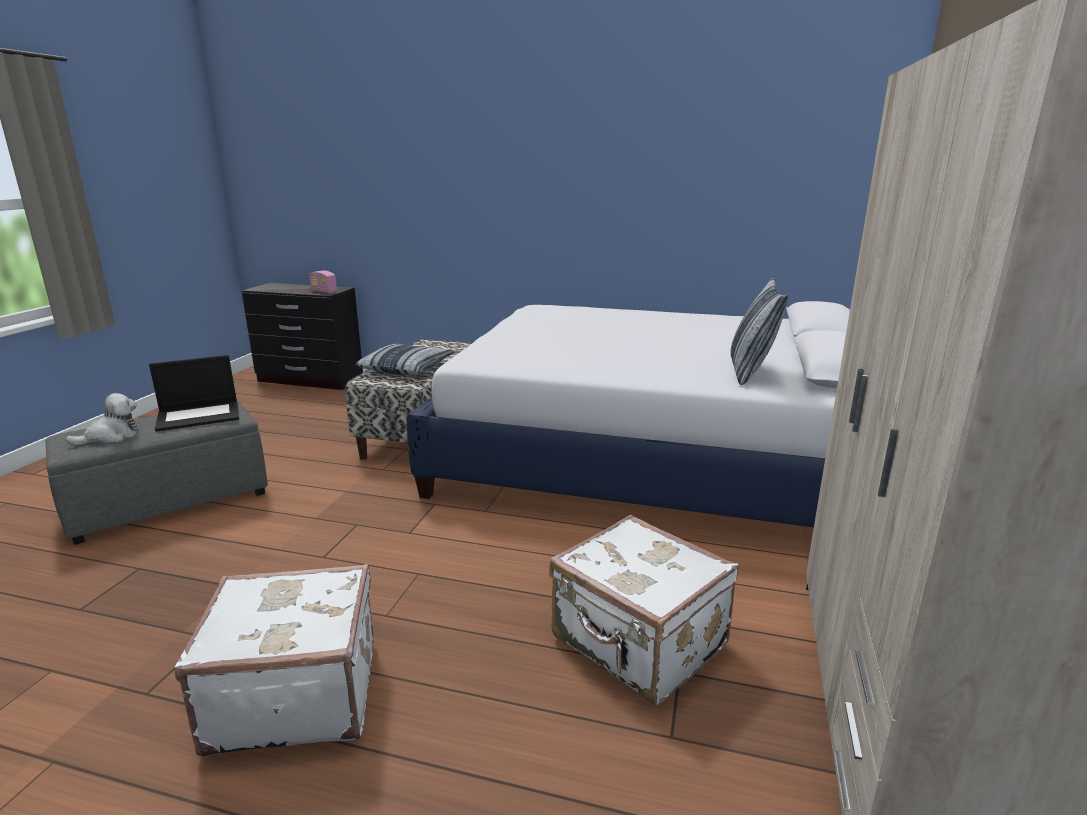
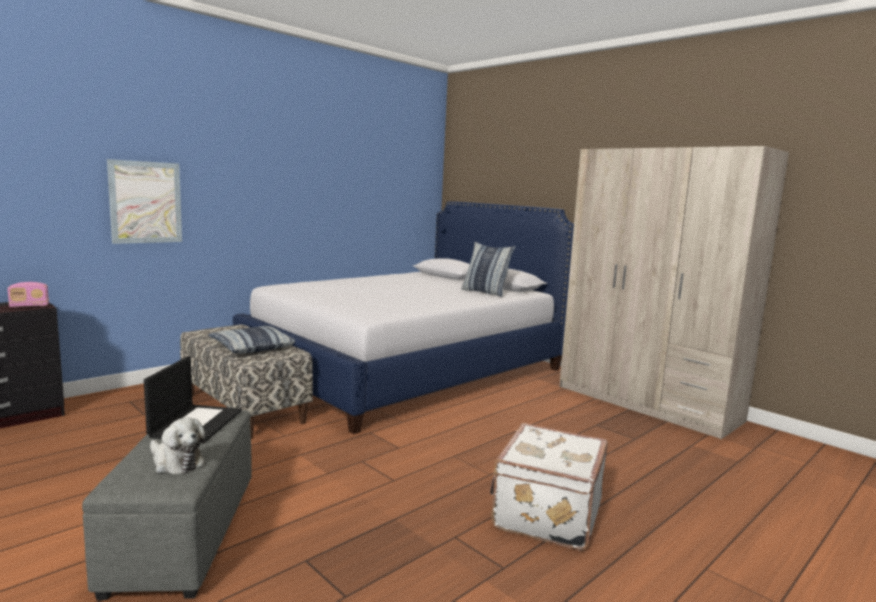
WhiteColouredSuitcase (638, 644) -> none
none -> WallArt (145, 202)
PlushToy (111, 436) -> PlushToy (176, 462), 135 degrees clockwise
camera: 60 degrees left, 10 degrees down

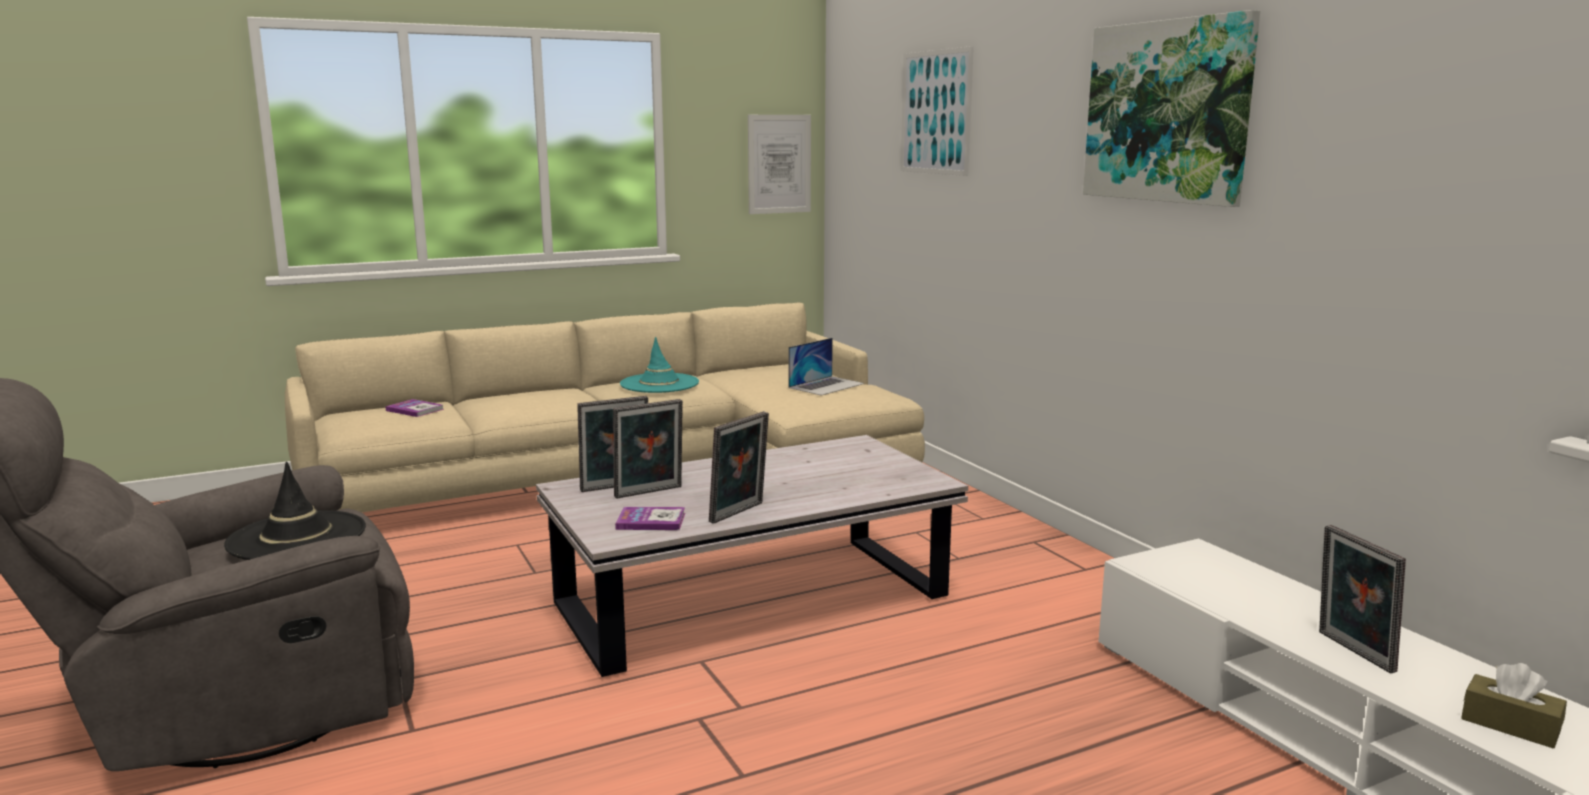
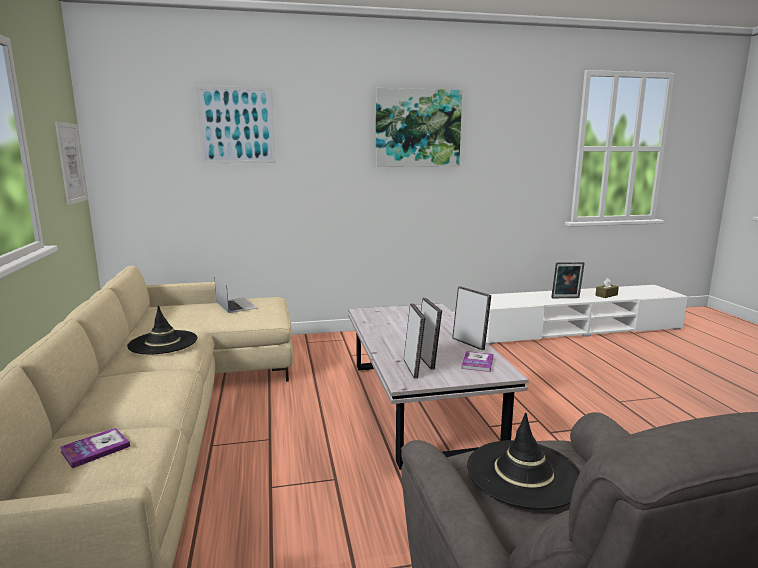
TurquoiseColouredHat (659, 384) -> BlackishHat (163, 342)
camera: 75 degrees left, 0 degrees up

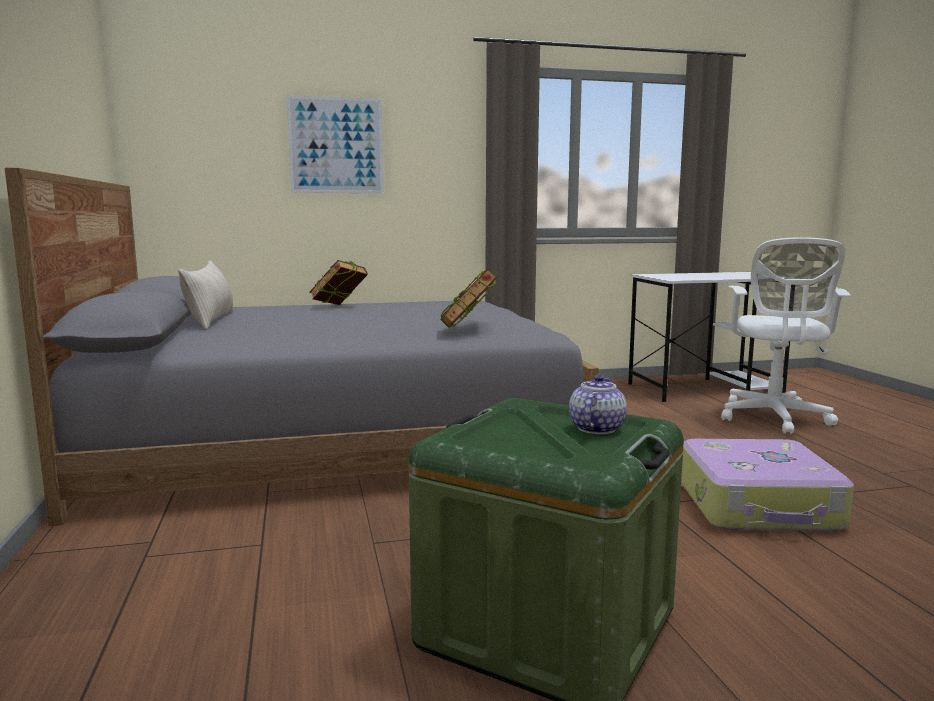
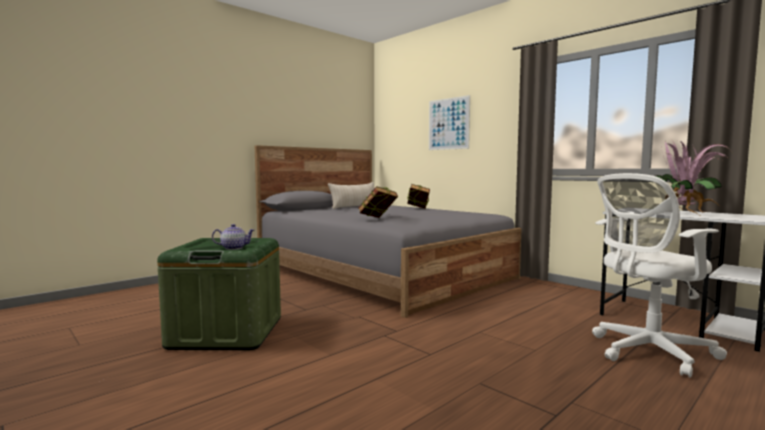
Suitcase (758, 505) -> none
none -> Houseplant (683, 213)
camera: 60 degrees right, 5 degrees down

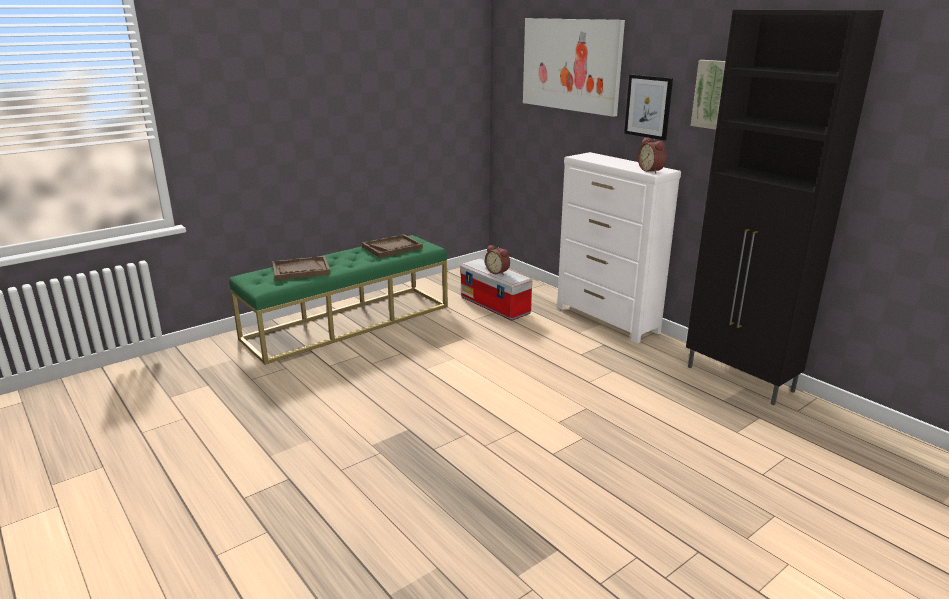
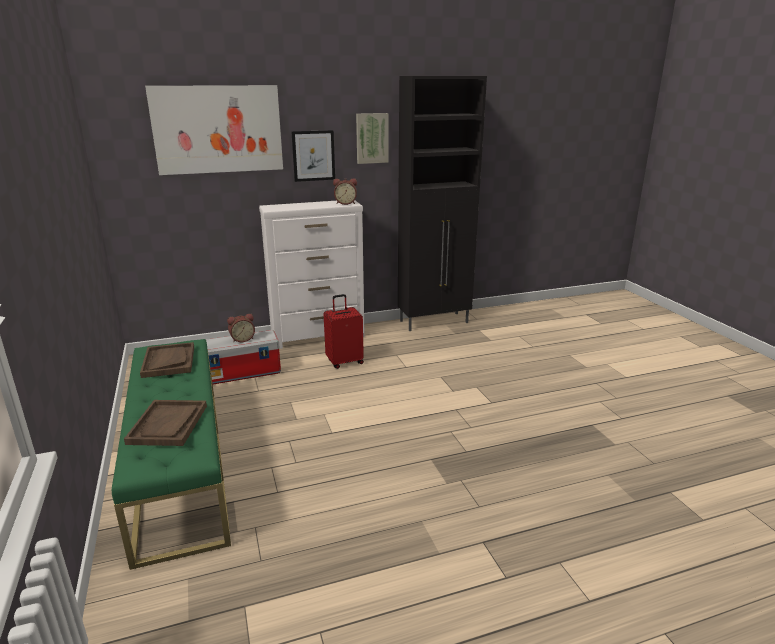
none -> ReddishSuitcase (344, 362)
camera: 70 degrees left, 0 degrees up

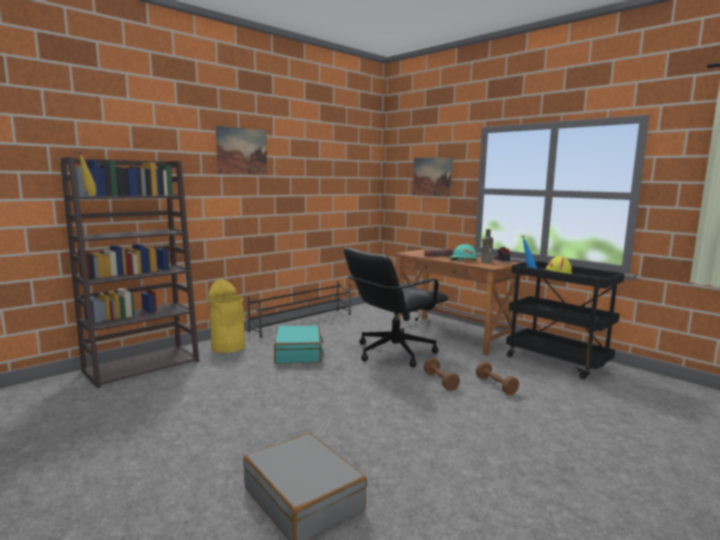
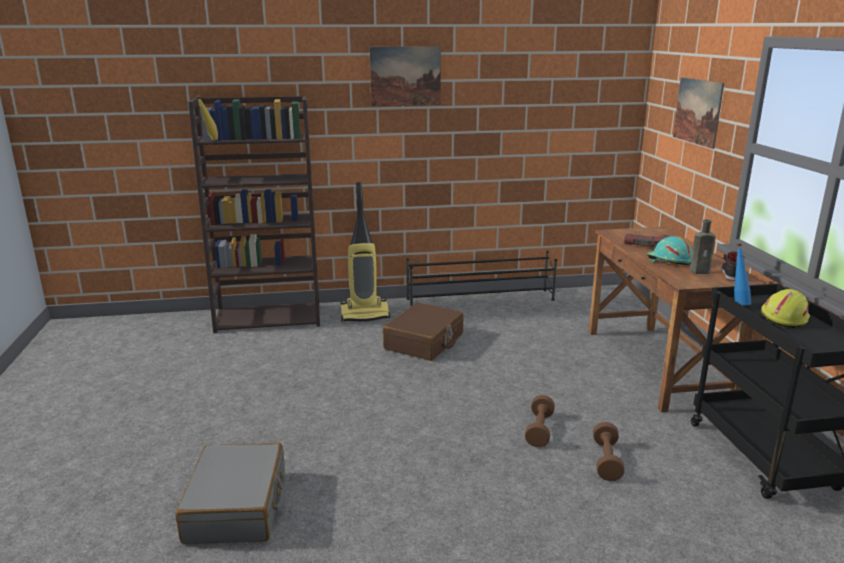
BlackishDeskChair (393, 352) -> none
YellowColouredWasteBin (228, 347) -> Hoover (365, 314)
TurquoiseColouredSuitcase (298, 353) -> BrownishSuitcase (424, 342)
camera: 35 degrees right, 10 degrees up

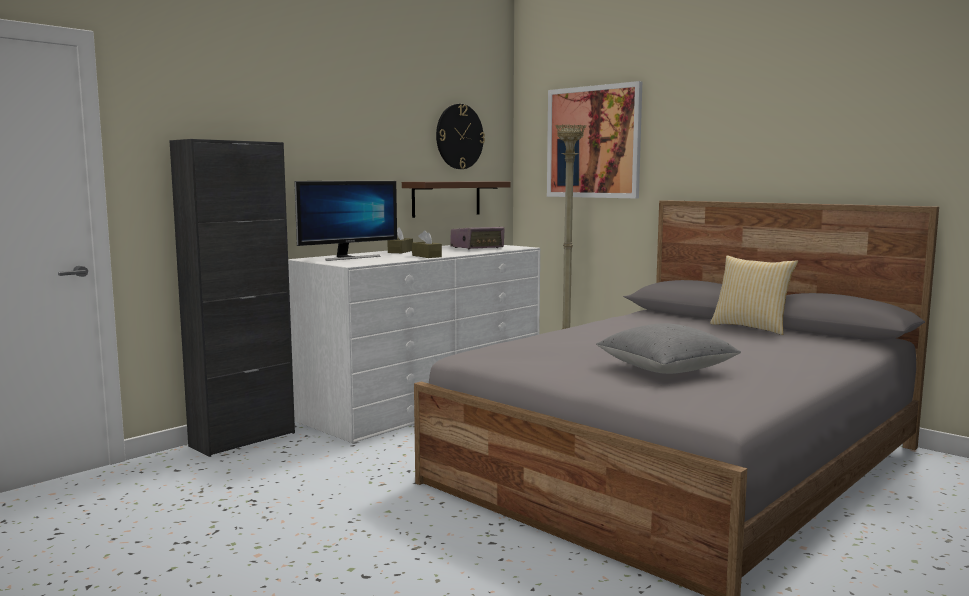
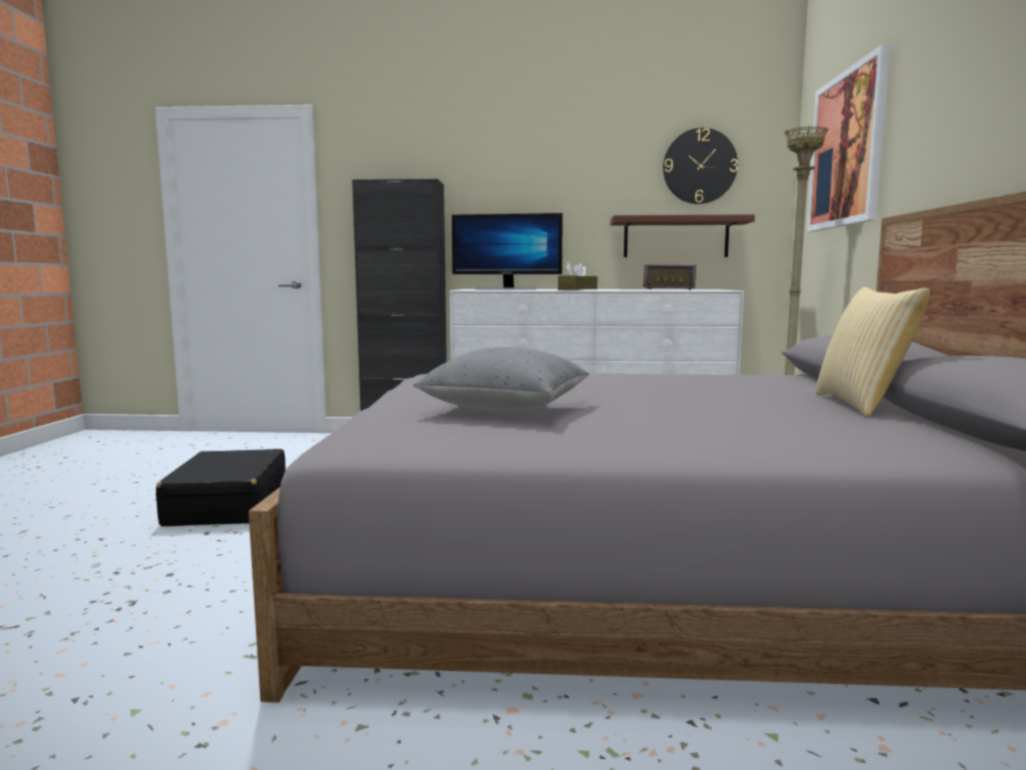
none -> BlackishSuitcase (227, 505)
camera: 50 degrees right, 0 degrees up

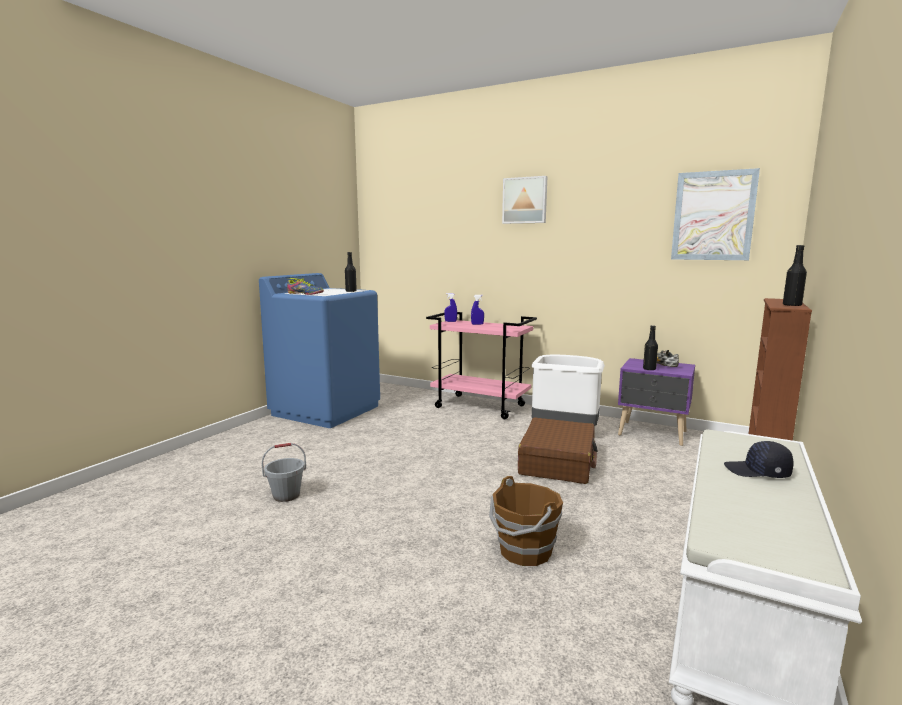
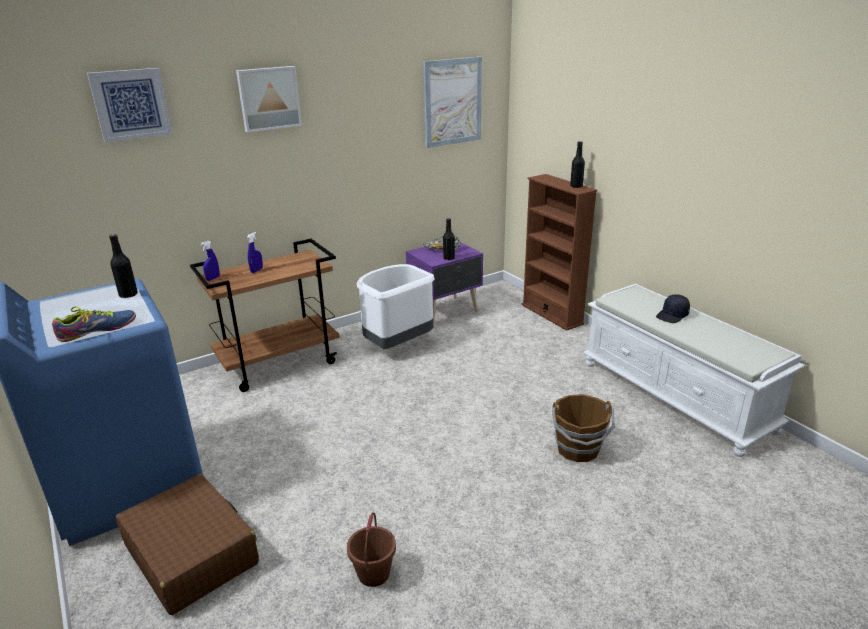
none -> WallArt (131, 104)
BrownishSuitcase (557, 462) -> BrownishSuitcase (191, 554), relocated
GrayPail (286, 495) -> BrownishPail (373, 573)
PinkishTrolley (481, 406) -> BrownishTrolley (280, 363)
camera: 60 degrees left, 15 degrees up

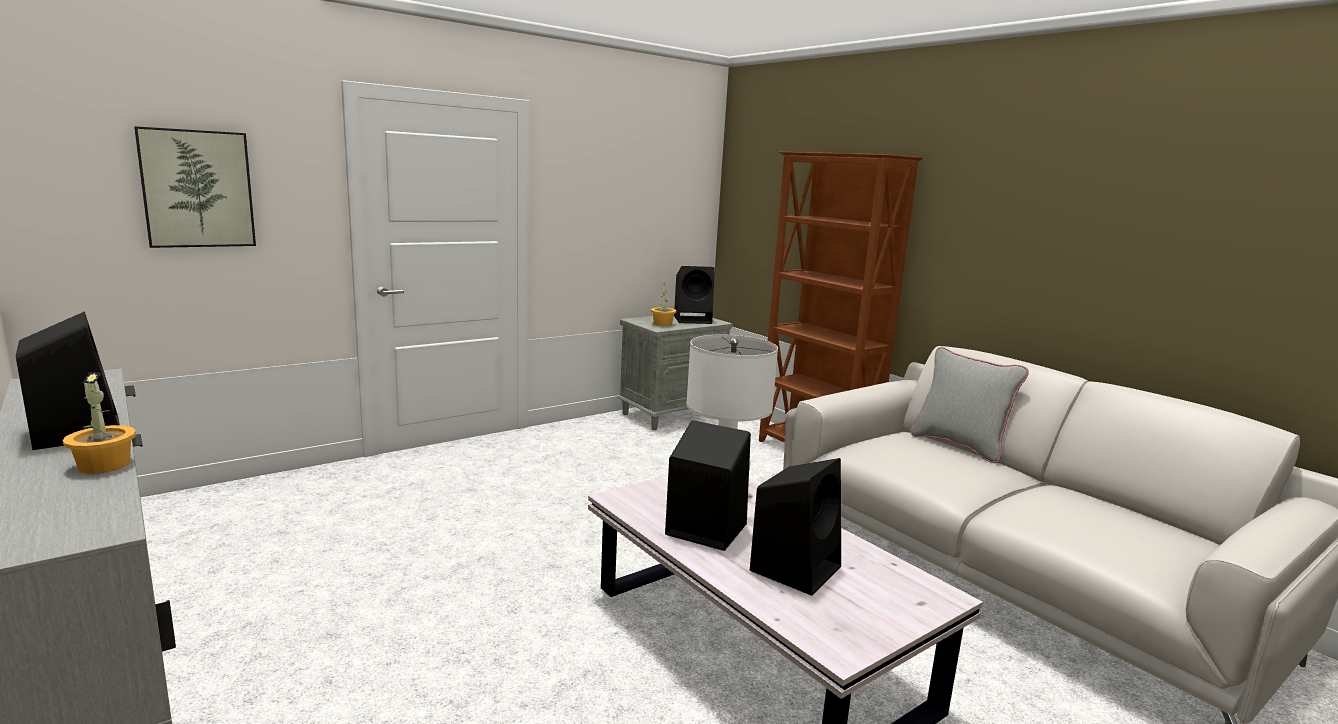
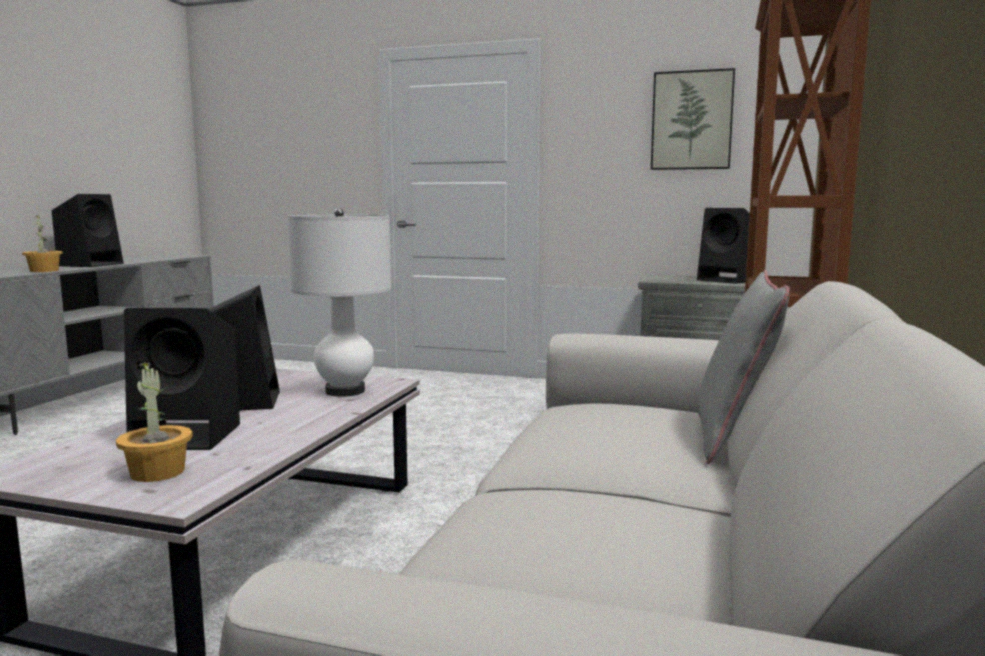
WallArt (197, 189) -> WallArt (692, 120), relocated
Houseplant (663, 324) -> Houseplant (157, 473), relocated
camera: 55 degrees right, 5 degrees down

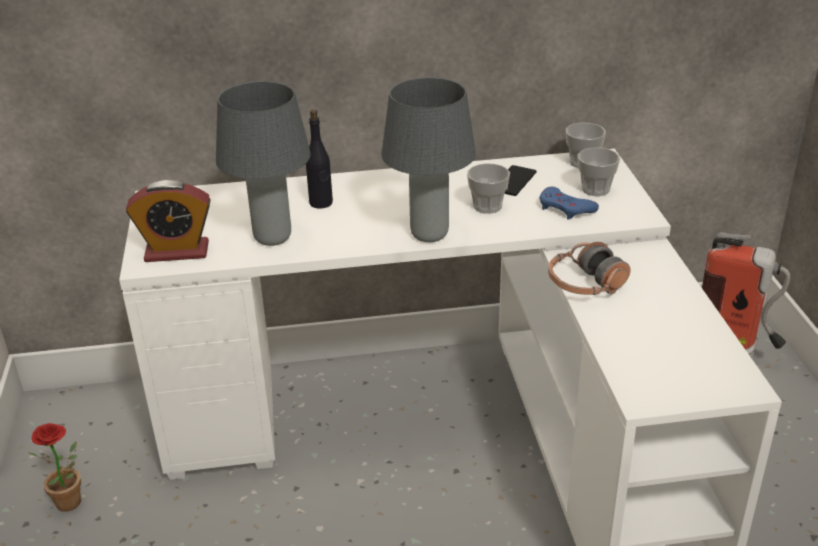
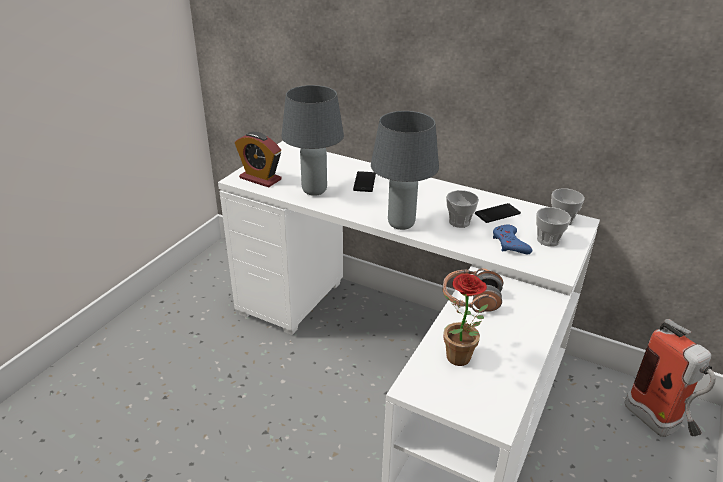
Houseplant (73, 504) -> Houseplant (461, 361), relocated
BlackishBottle (321, 203) -> Handset (364, 182)
camera: 35 degrees right, 0 degrees up

